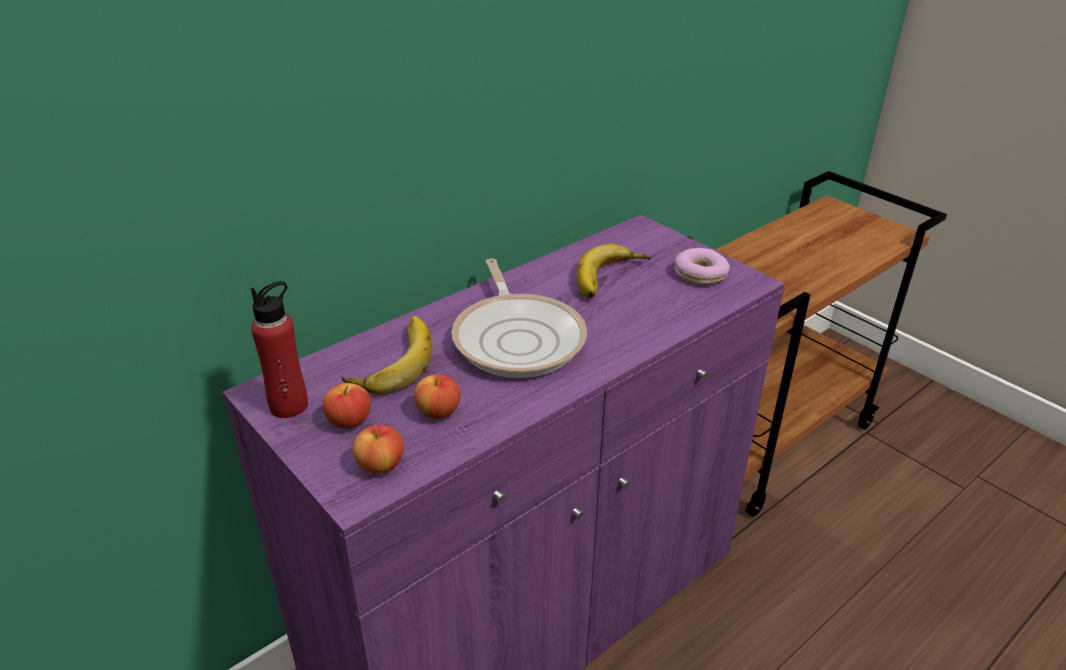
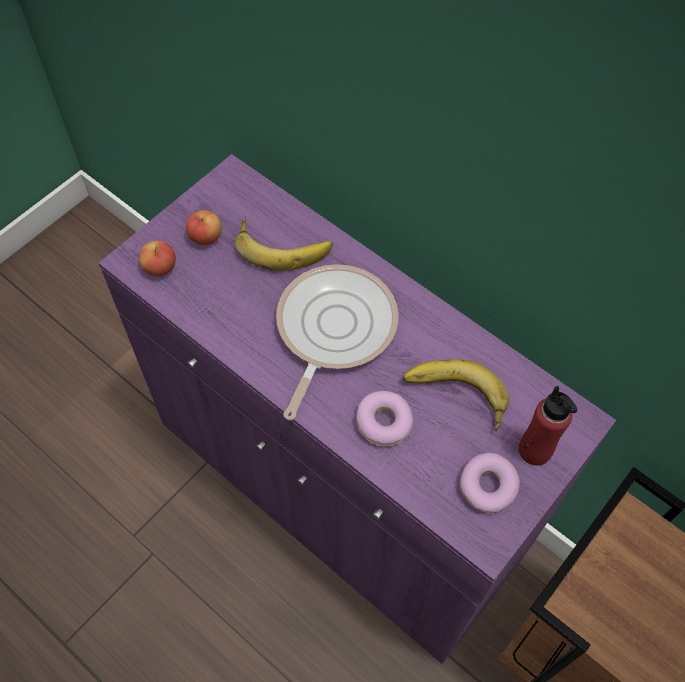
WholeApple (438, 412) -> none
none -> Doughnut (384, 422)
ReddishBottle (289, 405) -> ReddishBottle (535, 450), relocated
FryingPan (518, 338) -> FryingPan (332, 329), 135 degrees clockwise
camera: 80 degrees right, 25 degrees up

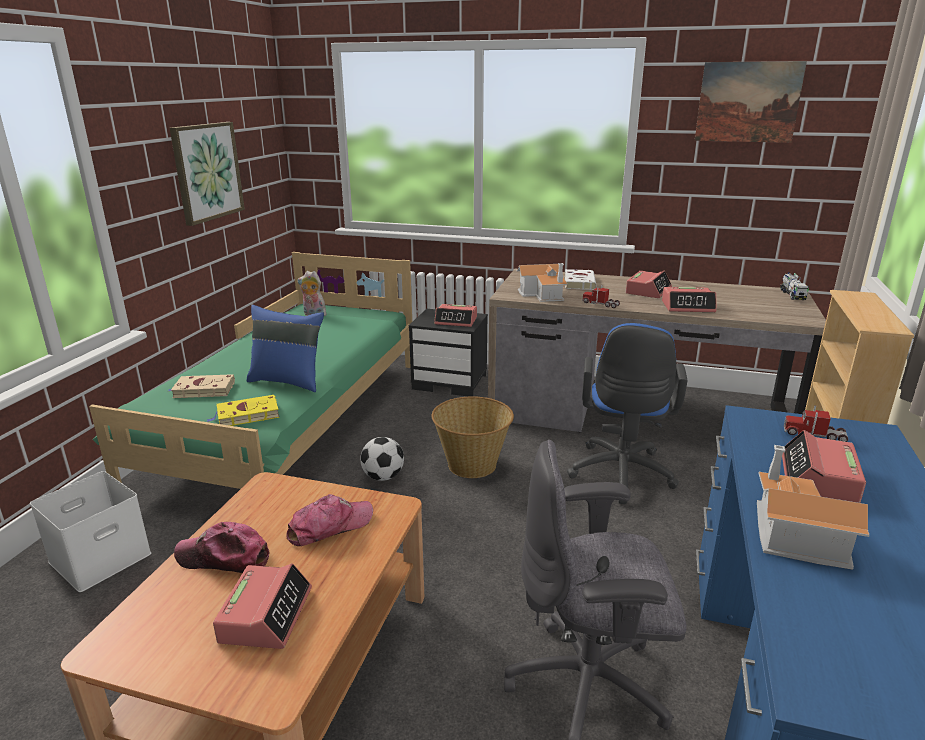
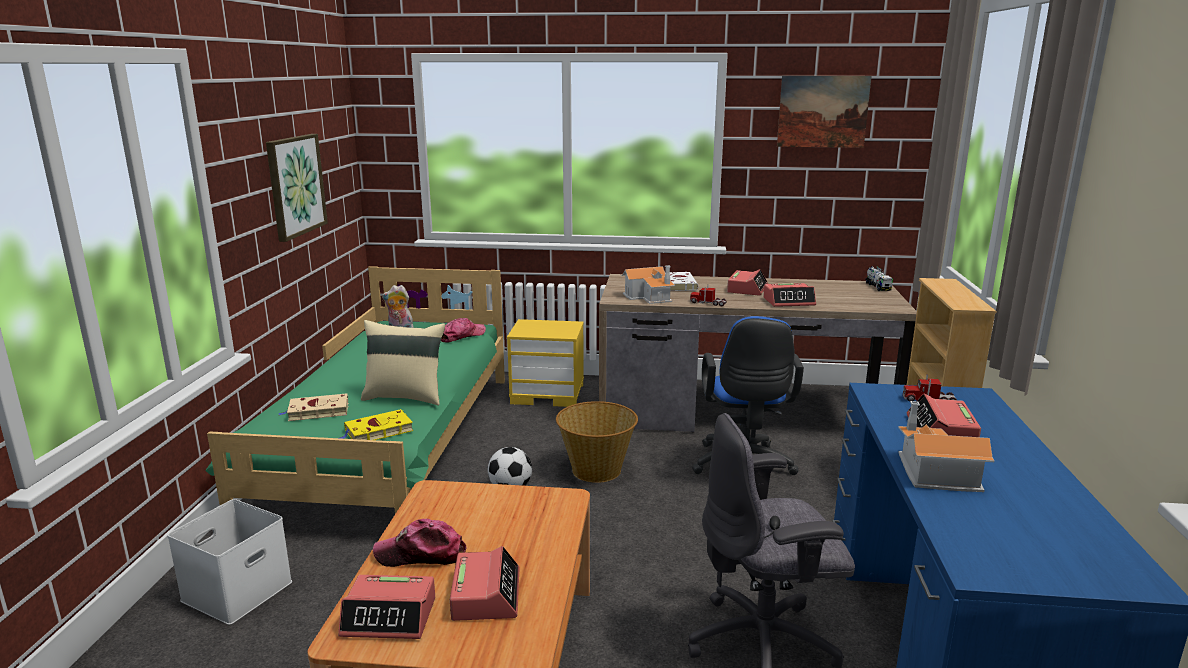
Cap (329, 526) -> Cap (462, 336), relocated
BedsideClock (456, 321) -> BedsideClock (390, 617), relocated
BlueThrowPillow (288, 381) -> BeigeColouredThrowPillow (405, 397)
BlackishNightTable (451, 382) -> YellowColouredNightTable (548, 394)
camera: 10 degrees left, 5 degrees down

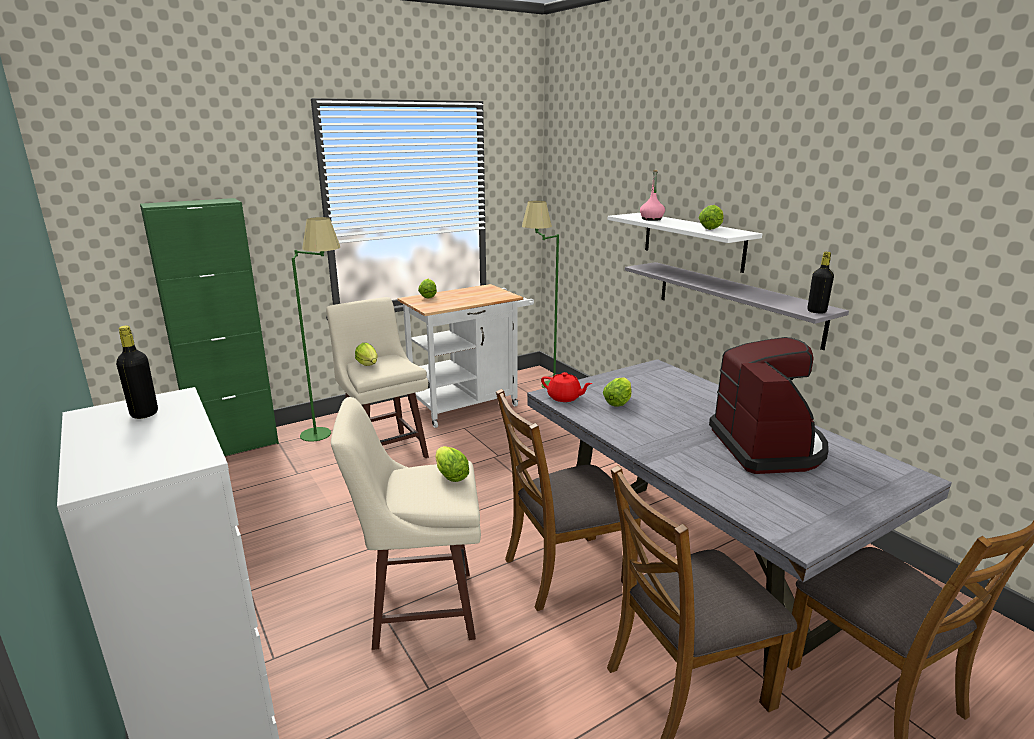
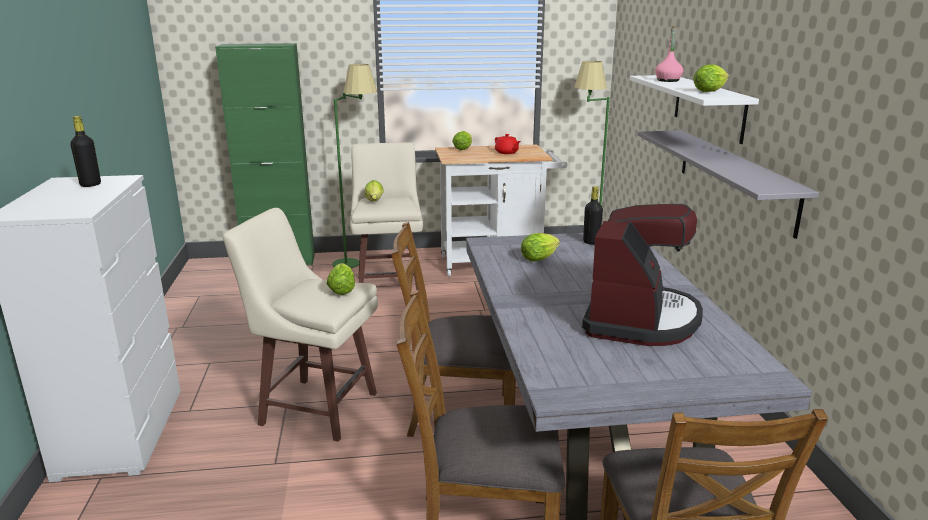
ReddishTeapot (564, 398) -> ReddishTeapot (507, 152), relocated
BlackishBottle (816, 311) -> BlackishBottle (591, 242), relocated
camera: 25 degrees right, 0 degrees up

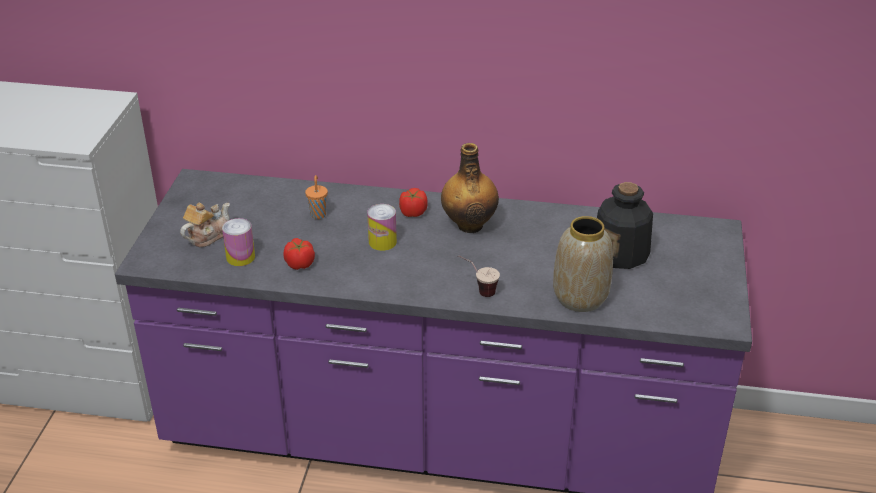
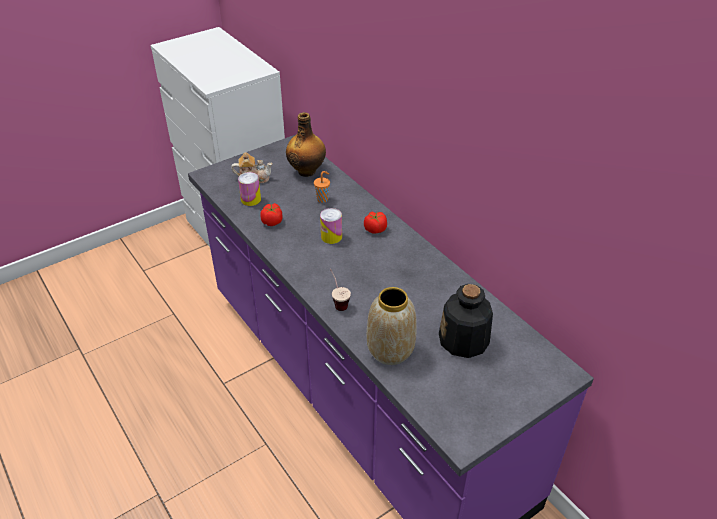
Bottle (469, 224) -> Bottle (307, 171), relocated
camera: 45 degrees right, 5 degrees up

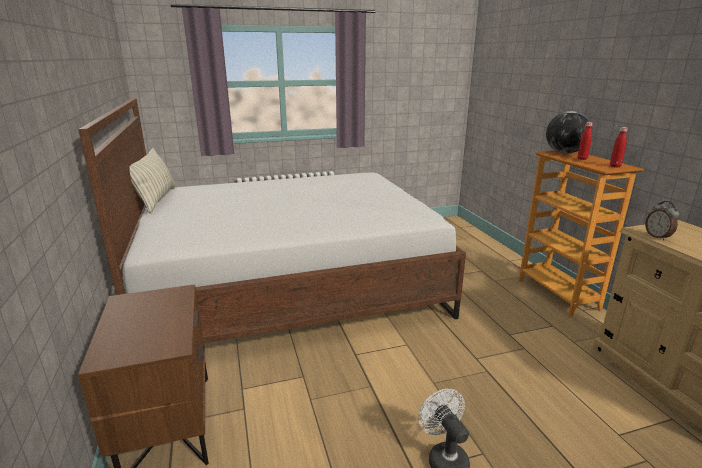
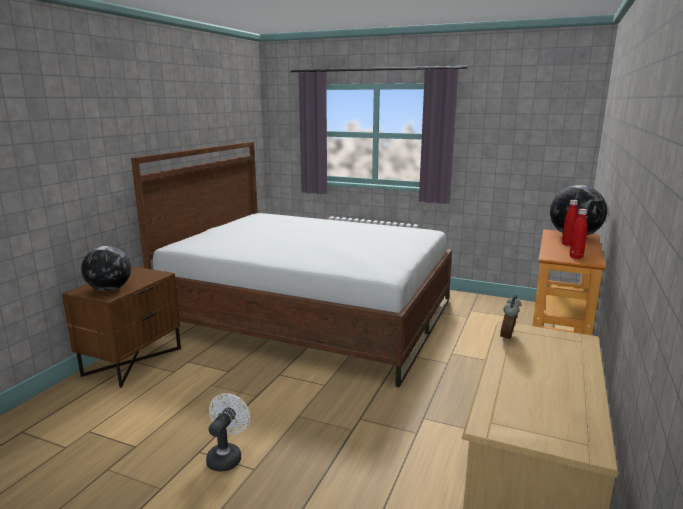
ThrowPillow (156, 199) -> none
none -> WorldGlobe (109, 289)
camera: 40 degrees right, 5 degrees down

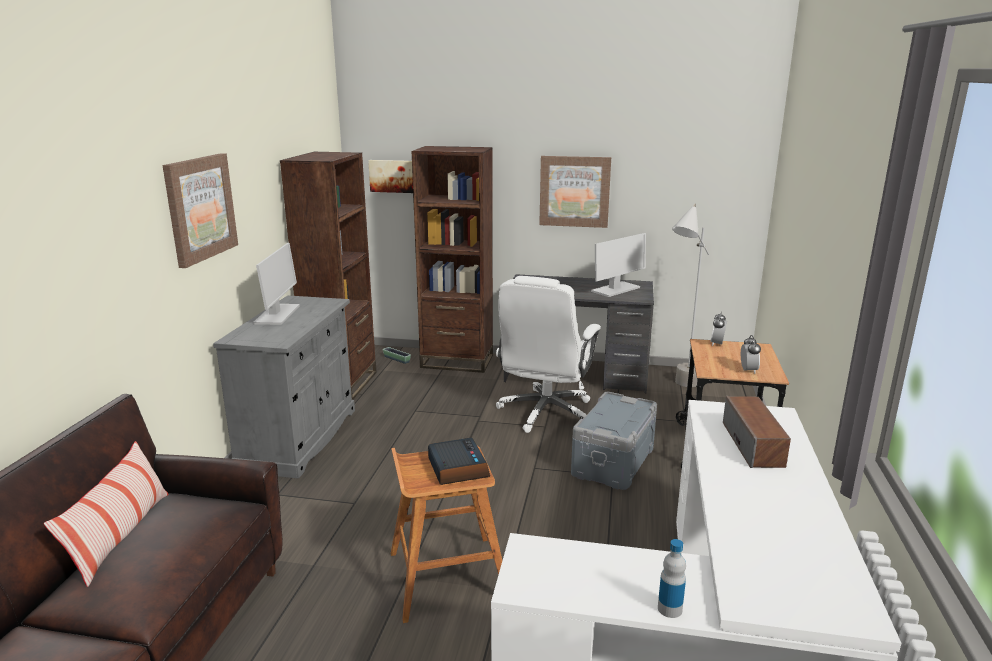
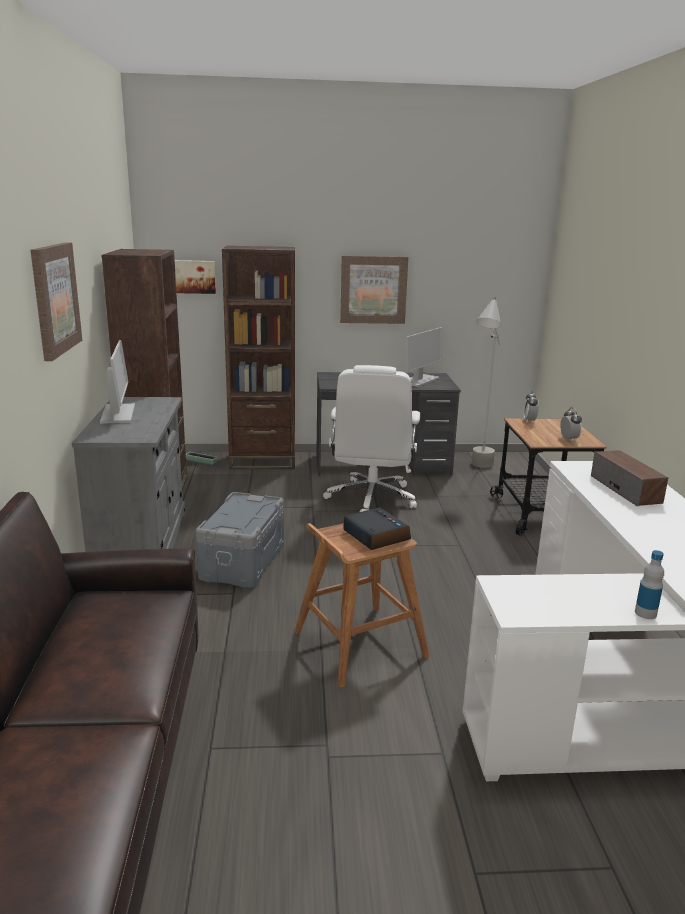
ThrowPillow (120, 536) -> none
GrayStorageBin (614, 462) -> GrayStorageBin (244, 562), relocated
camera: 15 degrees left, 0 degrees up

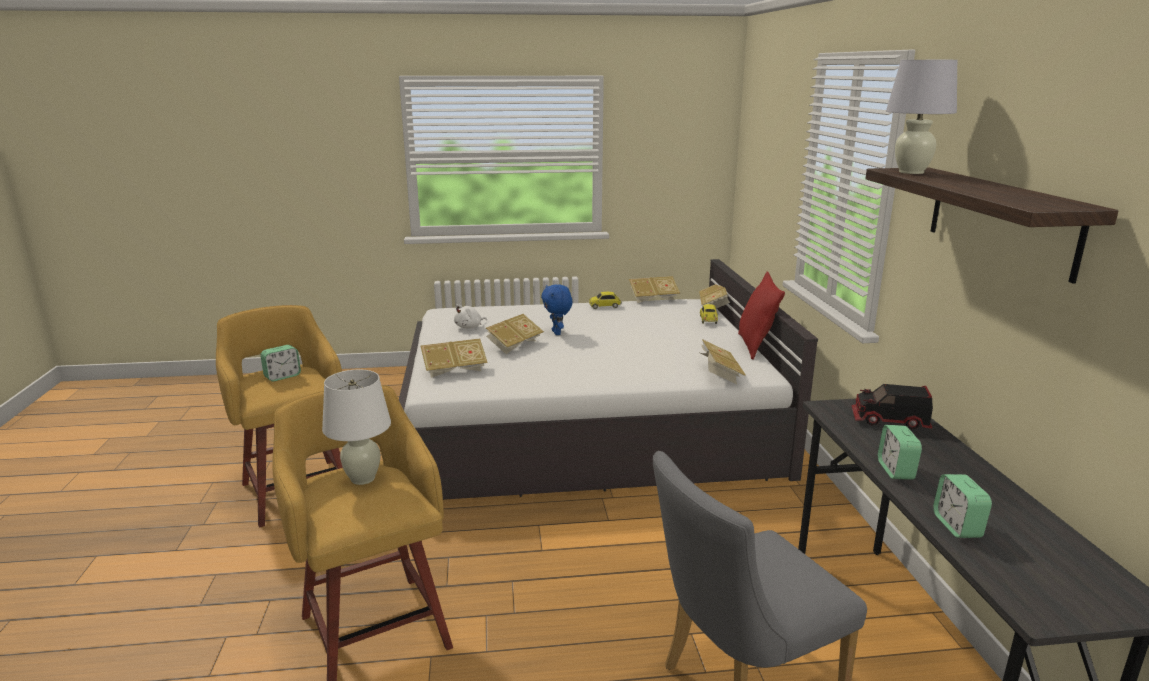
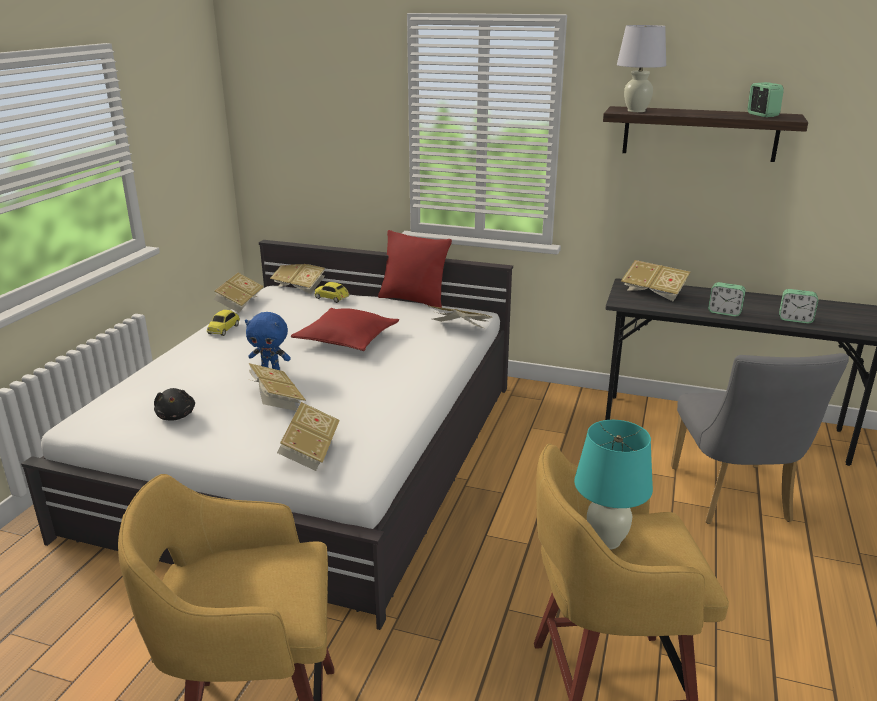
none -> ReddishThrowPillow (347, 339)
BedsideClock (282, 376) -> BedsideClock (762, 115), relocated
ToyLorry (889, 421) -> Book (654, 293)
WhiteColouredTableLamp (363, 478) -> TurquoiseColouredTableLamp (606, 540)
WhiteColouredPlushToy (469, 327) -> BlackishPlushToy (176, 416)
camera: 65 degrees left, 5 degrees up

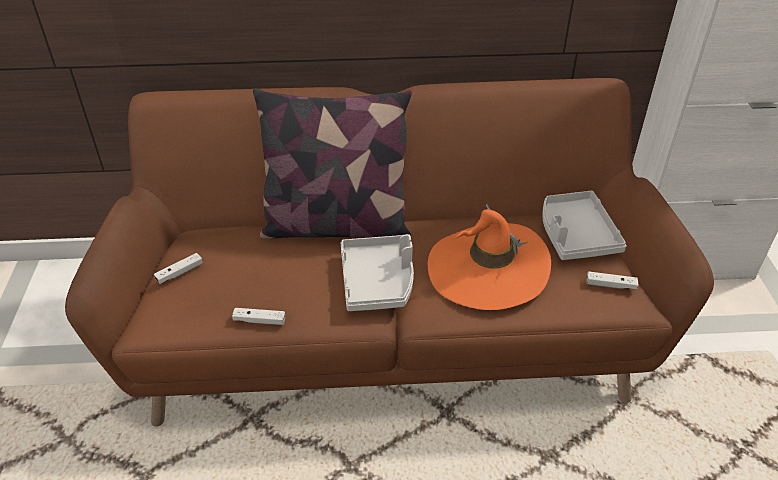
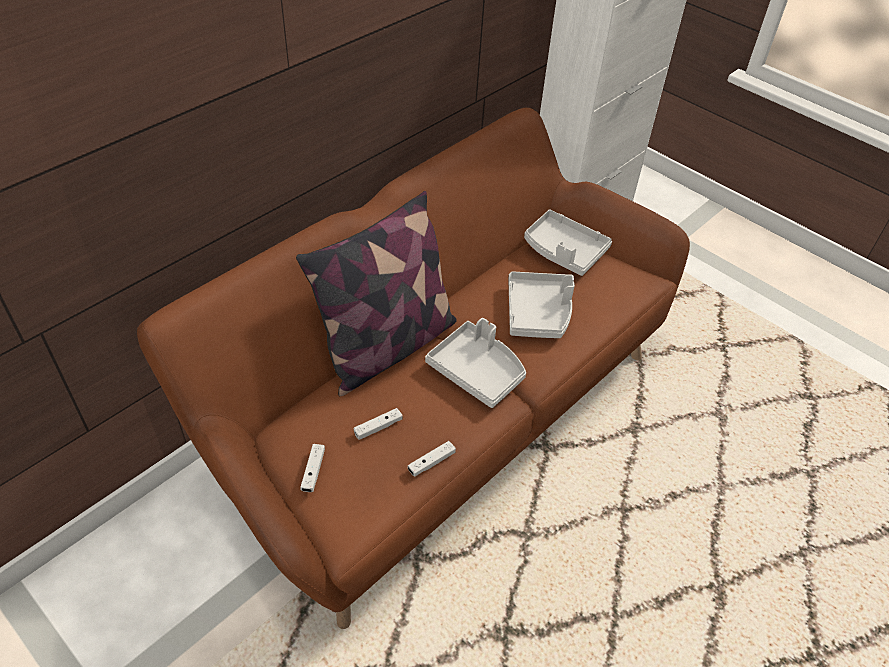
WhiteColouredJoypad (610, 285) -> WhiteColouredJoypad (378, 427), relocated
OrangeHat (487, 269) -> GrayServingTray (538, 313)
camera: 45 degrees left, 5 degrees up

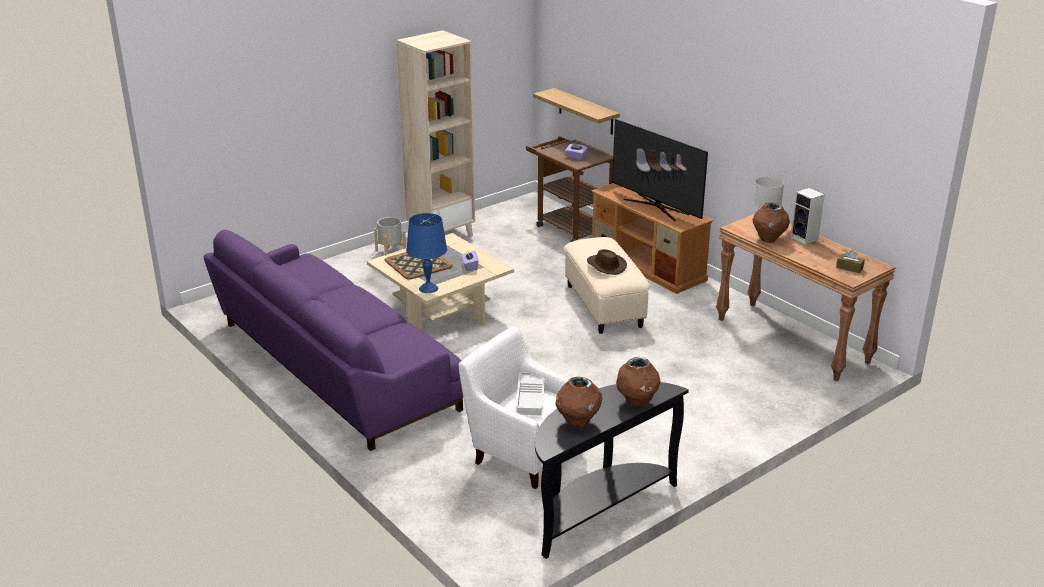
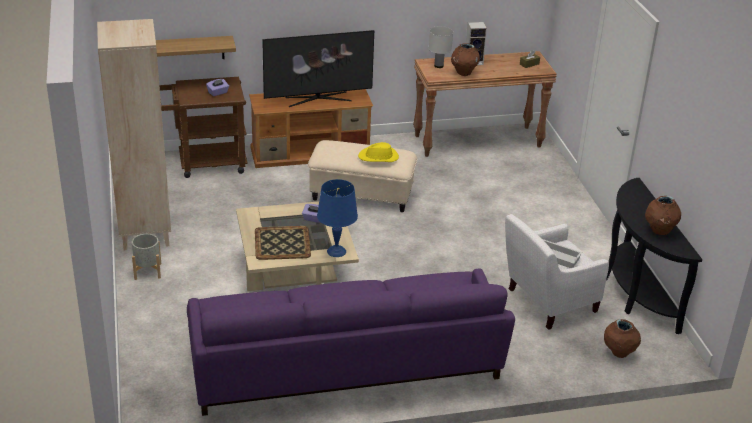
BrownishVase (637, 402) -> BrownishVase (619, 353), relocated
BrownishHat (605, 266) -> YellowColouredHat (378, 157)
camera: 65 degrees left, 5 degrees up

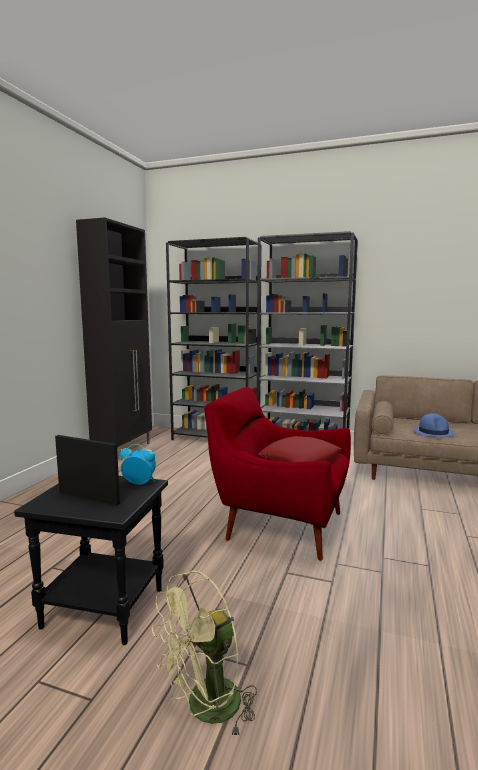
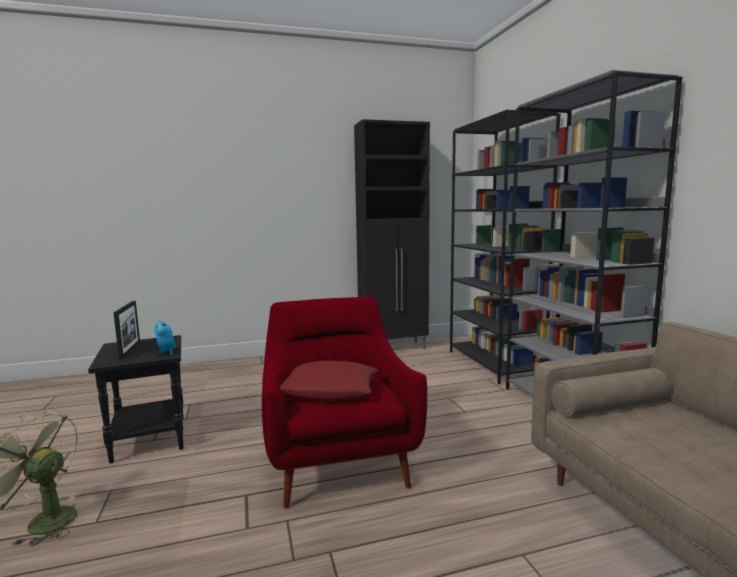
BlueHat (433, 432) -> none
camera: 55 degrees right, 0 degrees up

